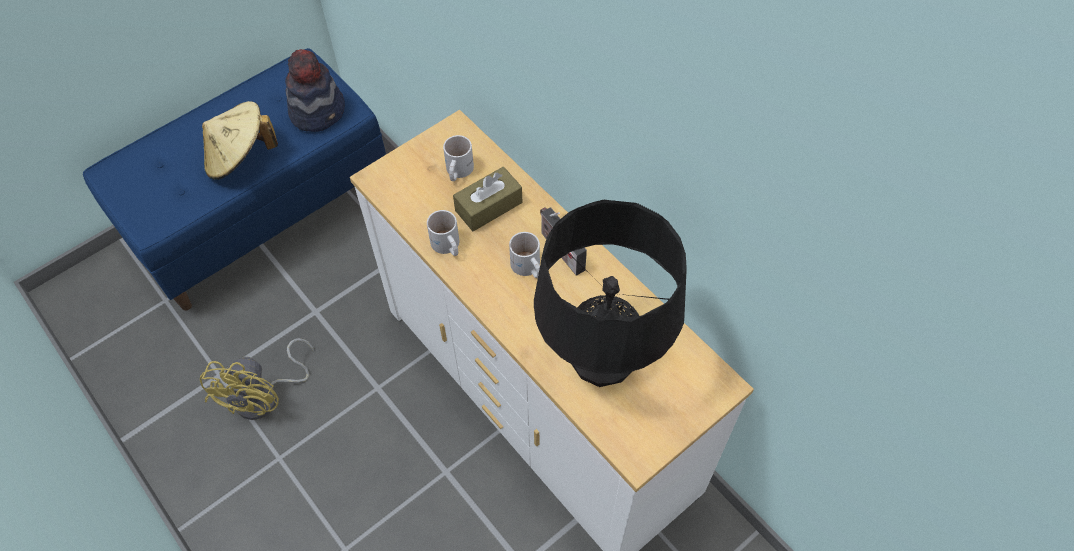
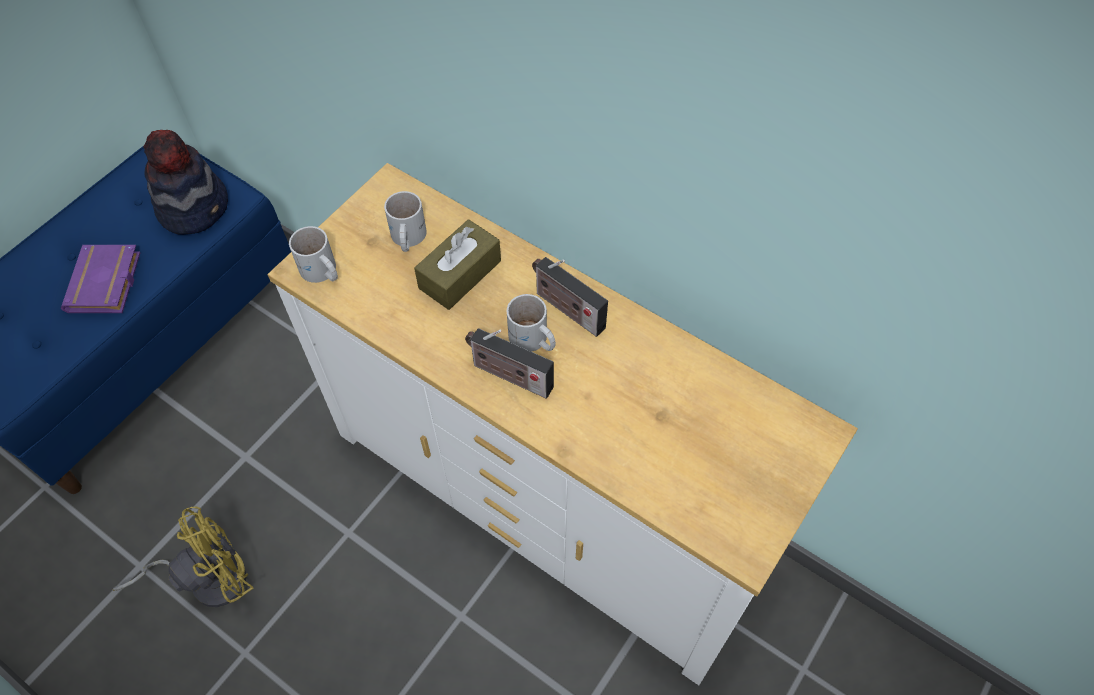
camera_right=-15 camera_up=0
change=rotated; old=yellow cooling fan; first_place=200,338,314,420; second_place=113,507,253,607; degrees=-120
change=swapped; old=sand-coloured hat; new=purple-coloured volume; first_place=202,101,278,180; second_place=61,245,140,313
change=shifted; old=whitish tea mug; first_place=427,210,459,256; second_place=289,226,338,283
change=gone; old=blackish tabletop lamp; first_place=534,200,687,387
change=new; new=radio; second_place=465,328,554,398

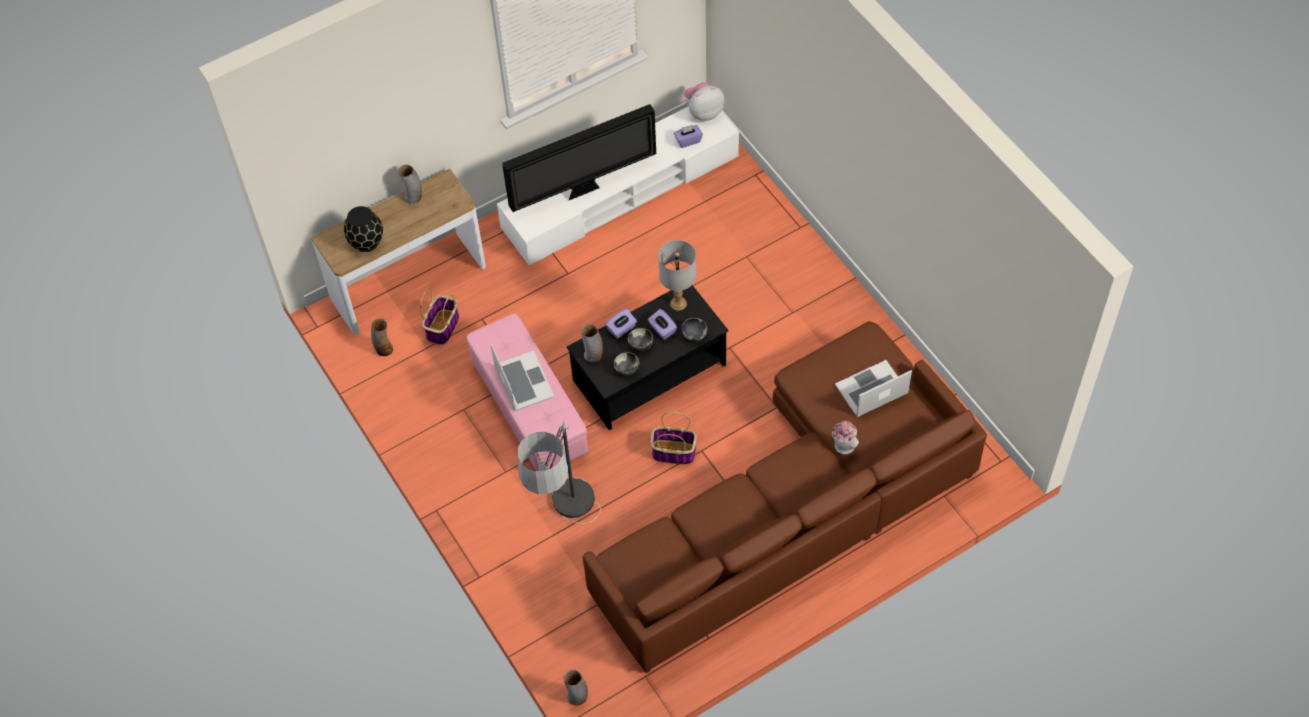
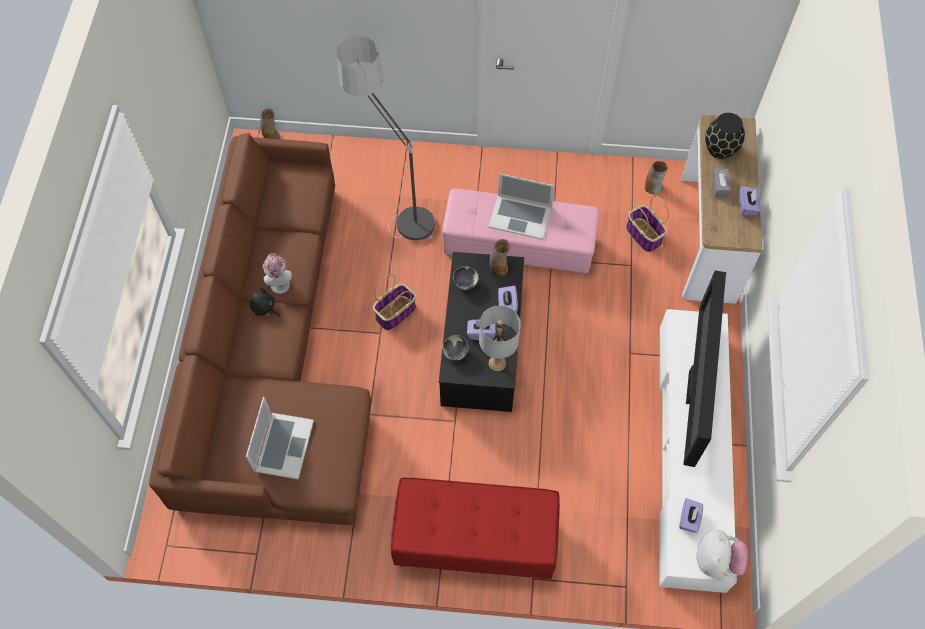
camera_right=125 camera_up=5
change=swapped; old=vase; new=purple-coloured tissue holder; first_place=398,165,422,204; second_place=739,186,761,215
change=gone; old=serving bowl; first_place=628,328,653,351
change=shifted; old=hat; first_place=832,420,859,454; second_place=263,253,292,294
change=new; new=blackish soft toy; second_place=249,288,280,317
change=new; new=reddish indoor bench; second_place=391,478,560,580
change=new; new=greyish tissue holder; second_place=712,168,731,197

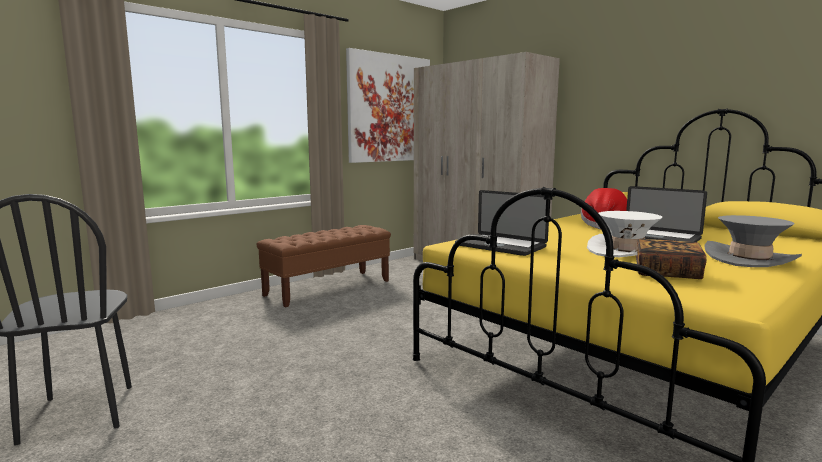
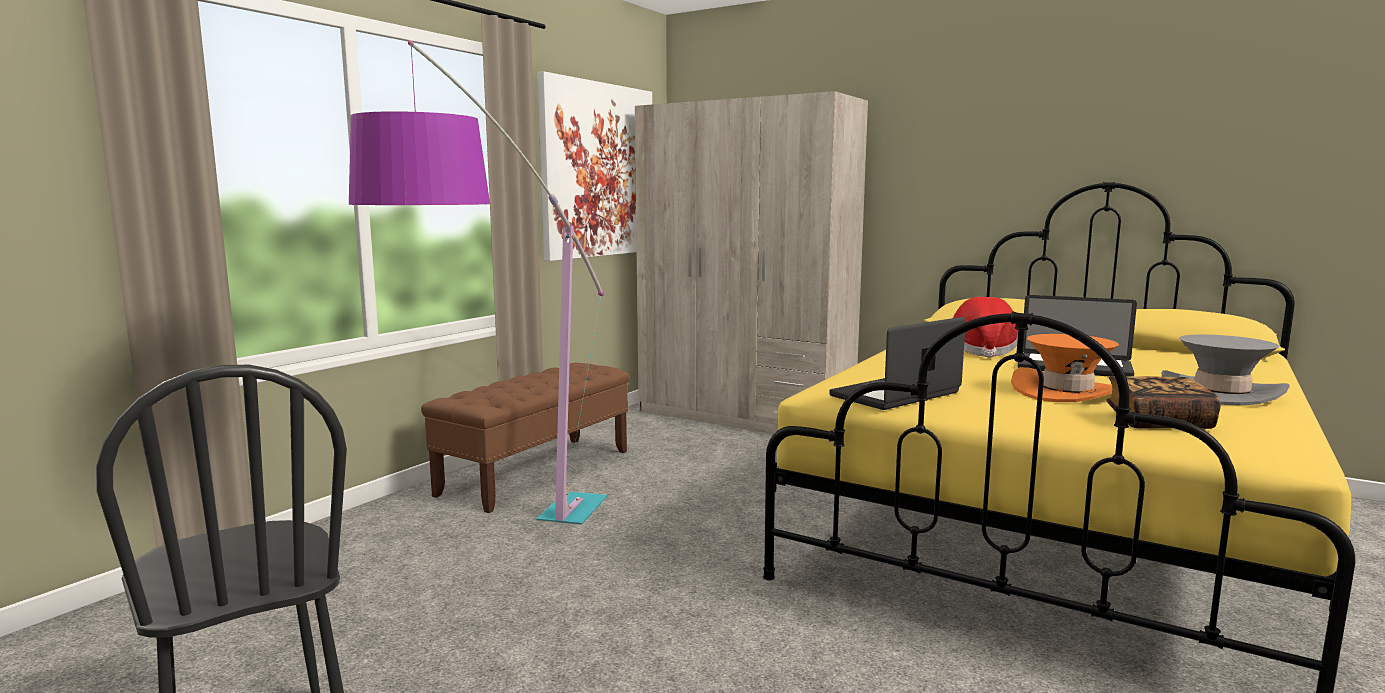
camera_right=-15 camera_up=0
change=rotated; old=laptop; first_place=455,190,549,256; second_place=829,317,966,410; degrees=120
change=repainted; old=whitish hat; new=orange hat; first_place=587,211,663,257; second_place=1011,334,1119,402
change=new; new=standard lamp; second_place=349,40,608,525

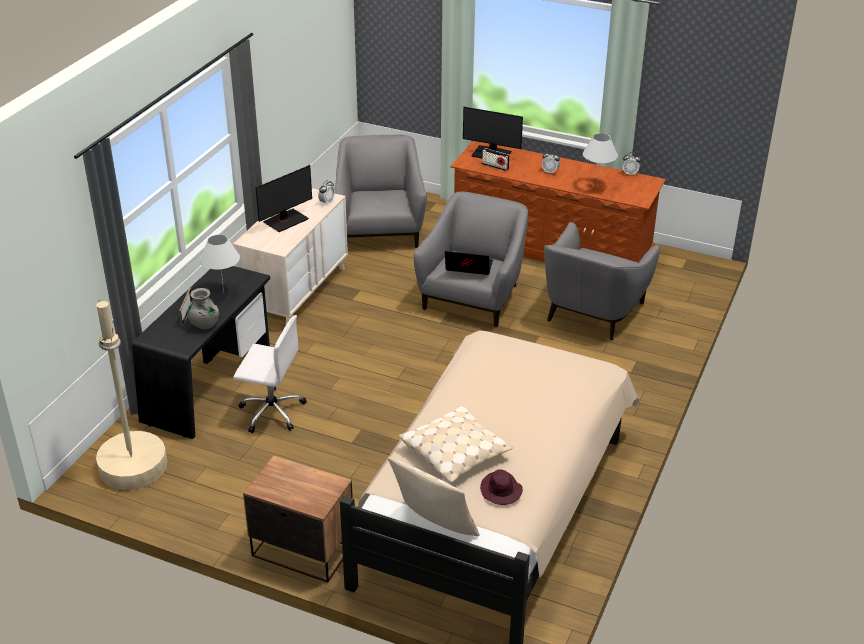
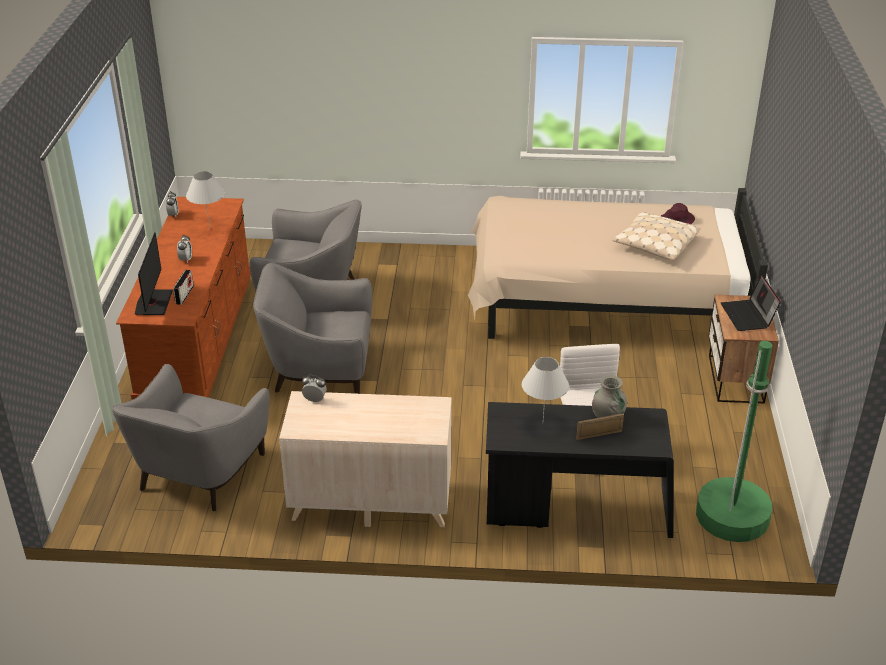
camera_right=-110 camera_up=0
change=repainted; old=sand-coloured standard lamp; new=green standard lamp; first_place=96,299,167,490; second_place=696,341,773,542
change=gone; old=computer display; first_place=255,165,312,232
change=rotated; old=greyish easy chair; first_place=335,135,427,248; second_place=112,364,270,511; degrees=-45
change=gone; old=sand-coloured cushion; first_place=388,457,480,536
change=shifted; old=laptop; first_place=445,251,493,275; second_place=721,274,781,331

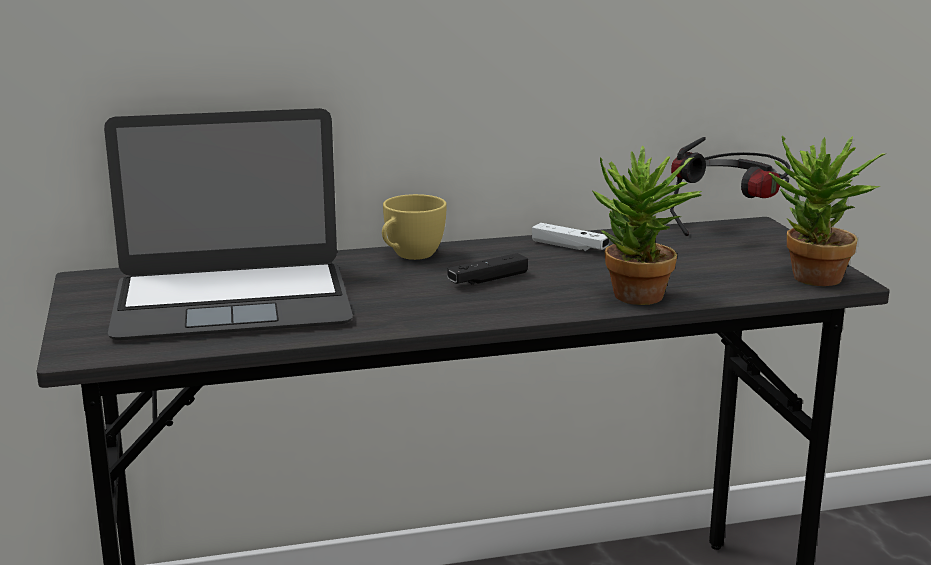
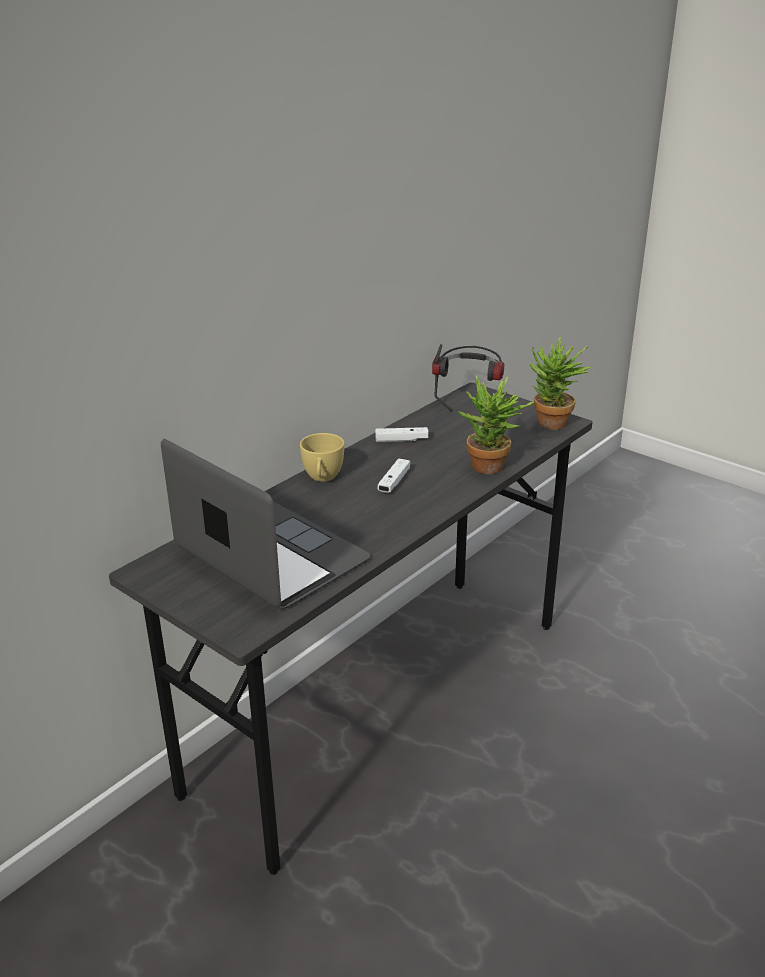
camera_right=-35 camera_up=10
change=rotated; old=laptop; first_place=104,108,353,340; second_place=161,439,370,609; degrees=-90
change=repainted; old=blackish game controller; new=whitish game controller; first_place=447,253,528,285; second_place=378,458,410,493

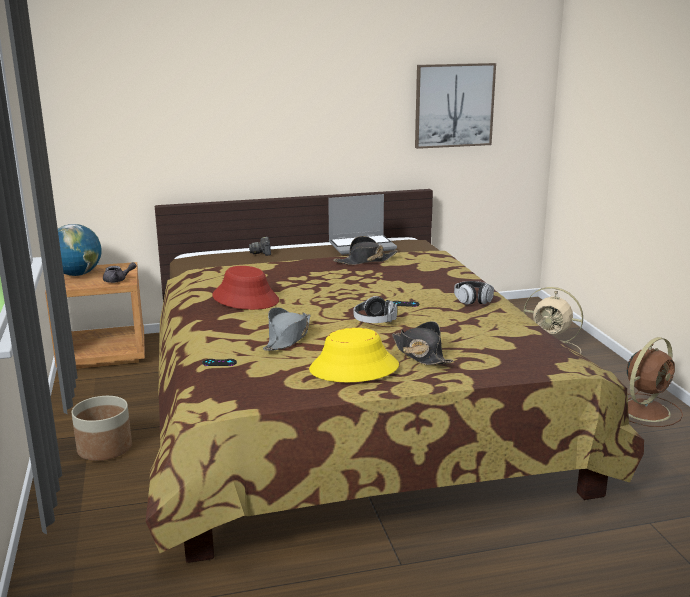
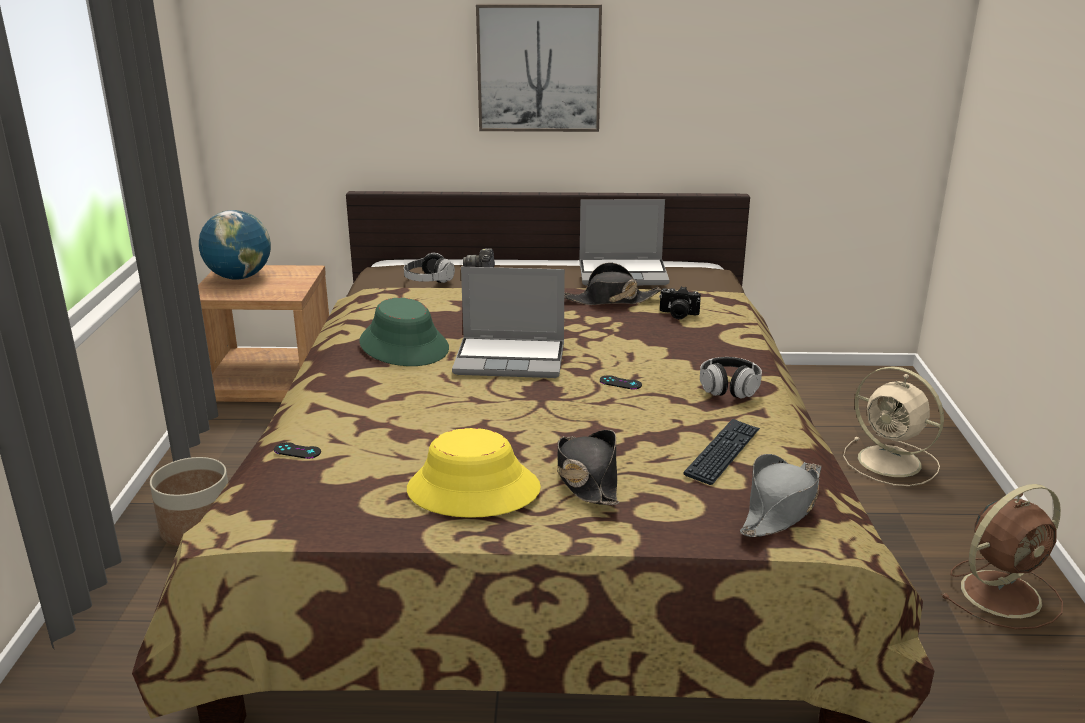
camera_right=15 camera_up=5
change=gone; old=greyish teapot; first_place=103,262,136,283
change=repainted; old=reddish hat; new=green hat; first_place=212,266,279,310; second_place=359,298,449,366
change=shifted; old=greyish hat; first_place=263,307,311,351; second_place=740,454,821,537
change=shifted; old=pair of headphones; first_place=354,296,397,323; second_place=404,253,455,283
change=shifted; old=picture; first_place=415,63,496,149; second_place=476,4,602,132
change=new; new=laptop; second_place=452,267,565,378
change=new; new=still camera; second_place=659,286,701,319
change=new; new=keyboard; second_place=683,419,760,485

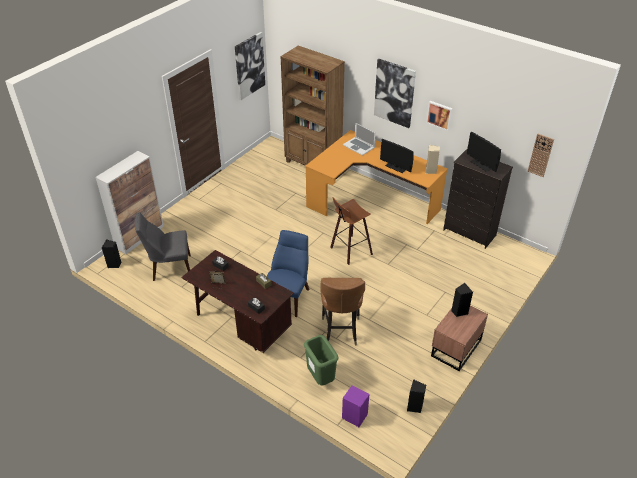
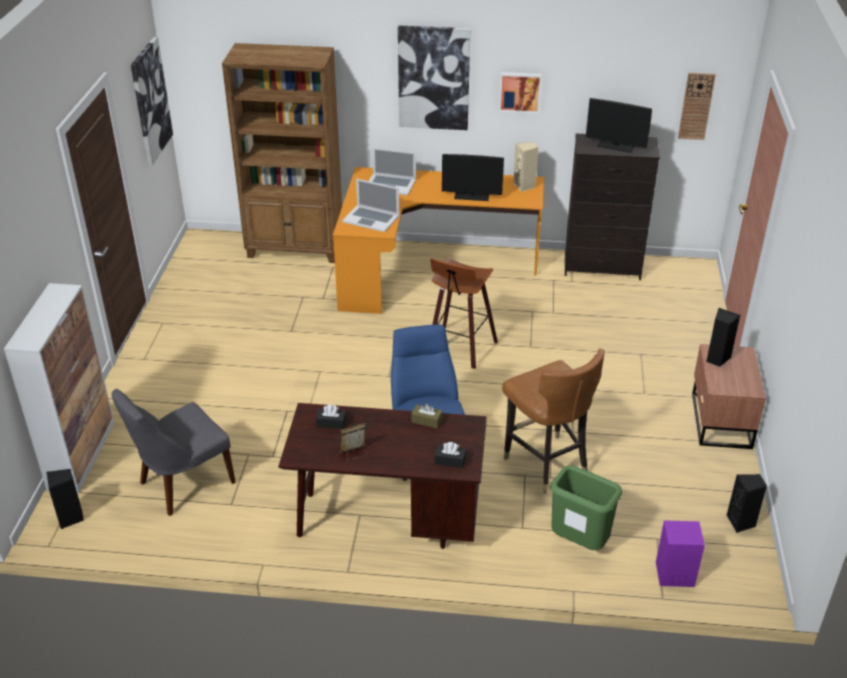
camera_right=-30 camera_up=-5
change=new; new=laptop; second_place=342,178,399,232

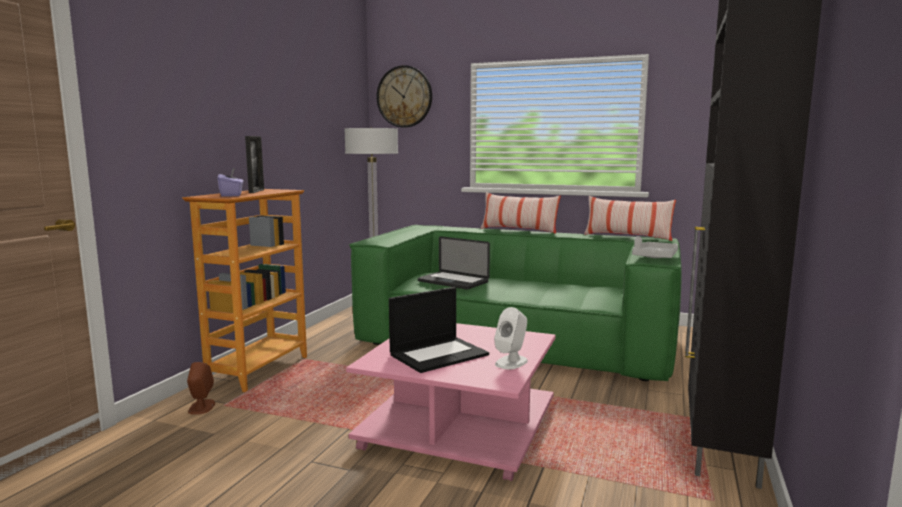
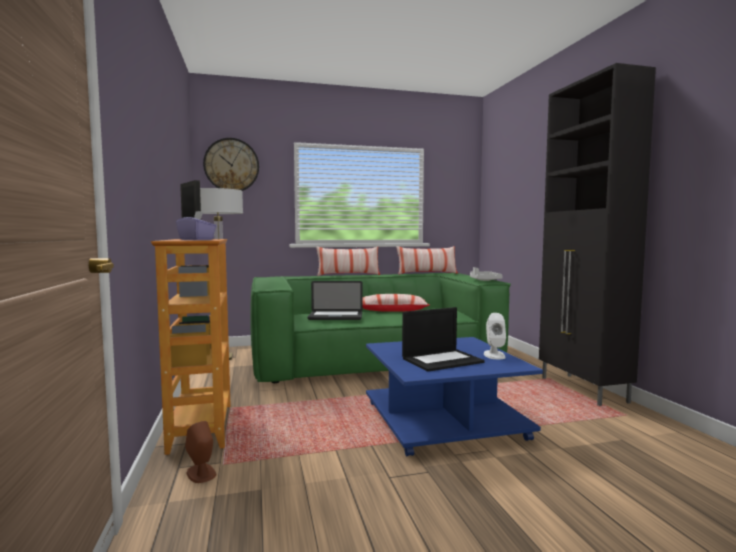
camera_right=-35 camera_up=-5
change=repainted; old=pink lounge table; new=blue lounge table; first_place=346,323,556,481; second_place=366,337,543,456
change=rotated; old=laptop; first_place=389,287,489,373; second_place=402,307,485,372; degrees=45
change=new; new=cushion; second_place=363,294,429,312

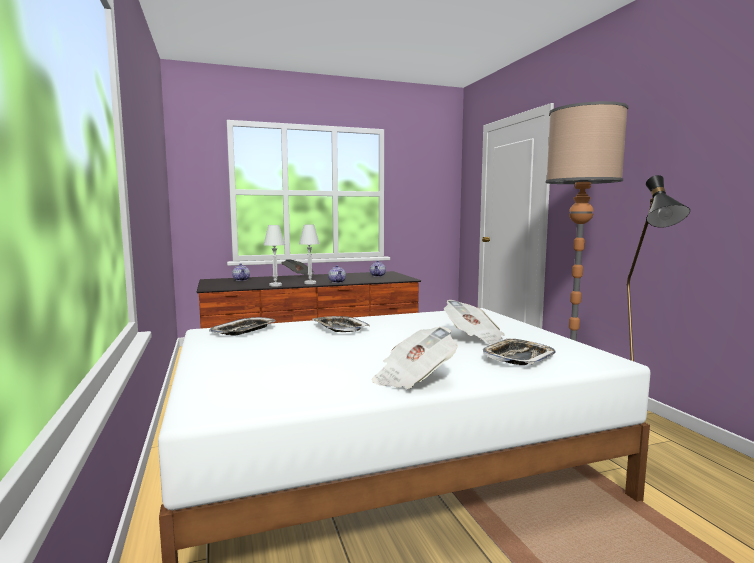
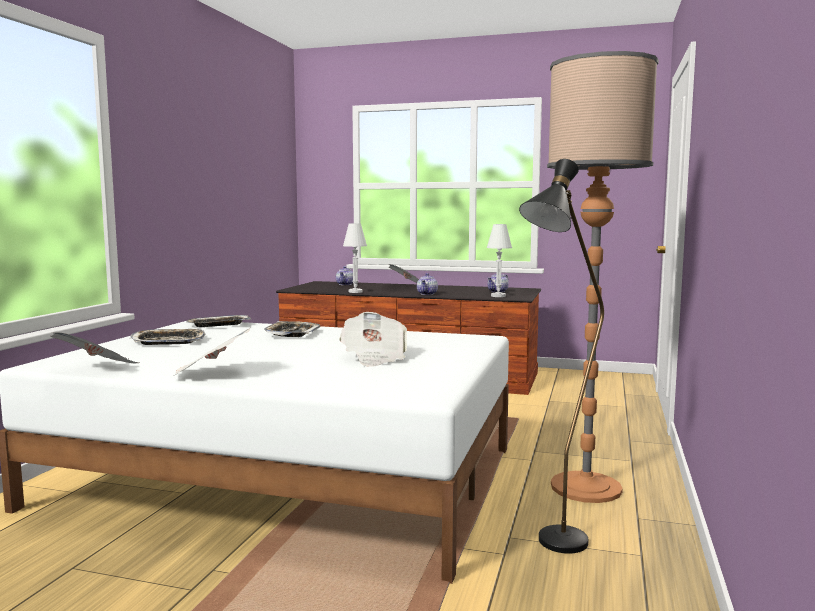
camera_right=35 camera_up=0
change=shifted; old=whitish tabletop lamp; first_place=299,225,320,284; second_place=487,224,512,297
change=shifted; old=tray; first_place=483,338,555,365; second_place=130,328,205,345
change=new; new=daily paper; second_place=50,332,139,363

